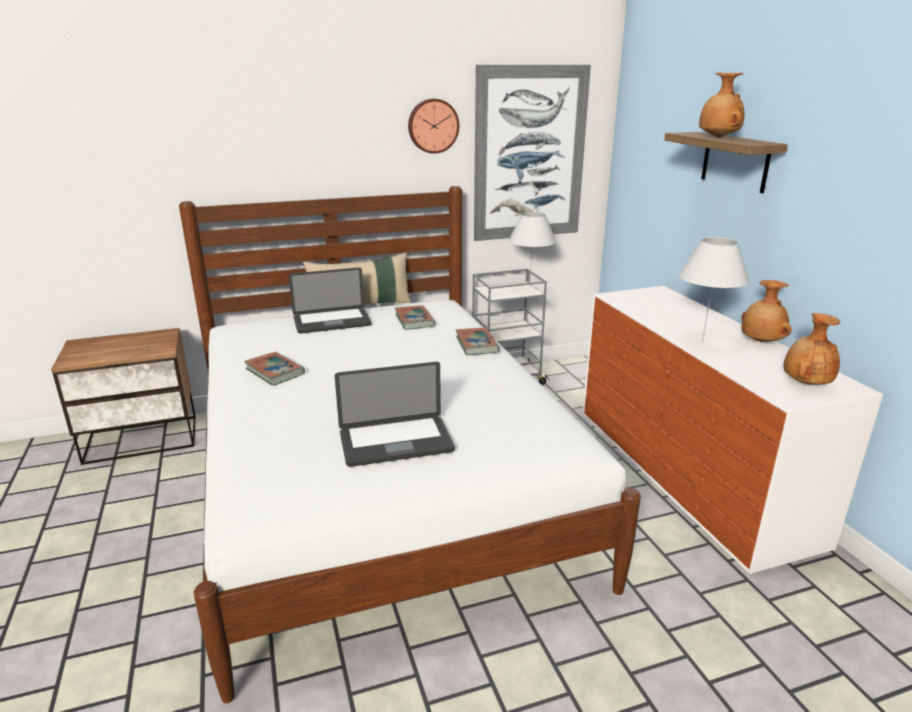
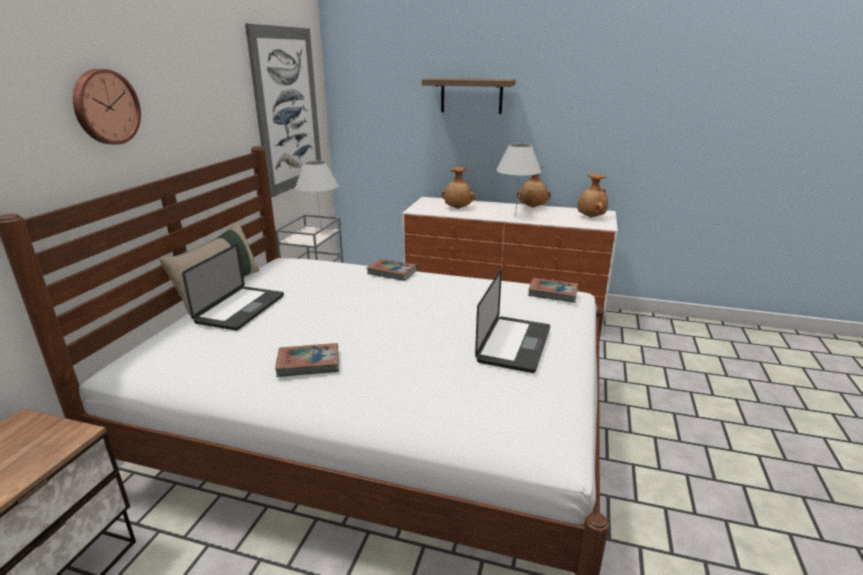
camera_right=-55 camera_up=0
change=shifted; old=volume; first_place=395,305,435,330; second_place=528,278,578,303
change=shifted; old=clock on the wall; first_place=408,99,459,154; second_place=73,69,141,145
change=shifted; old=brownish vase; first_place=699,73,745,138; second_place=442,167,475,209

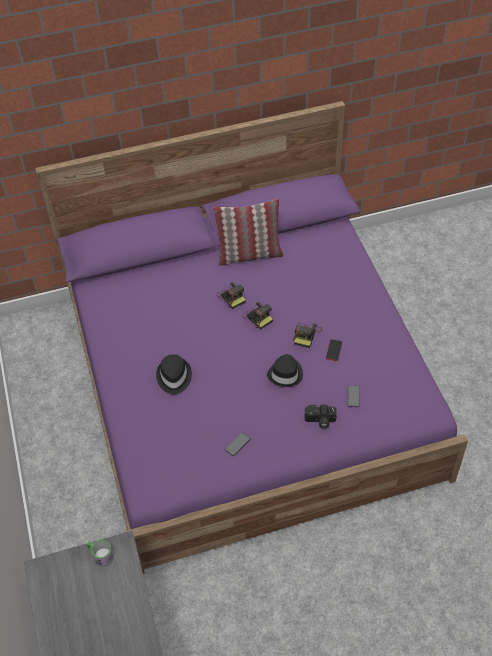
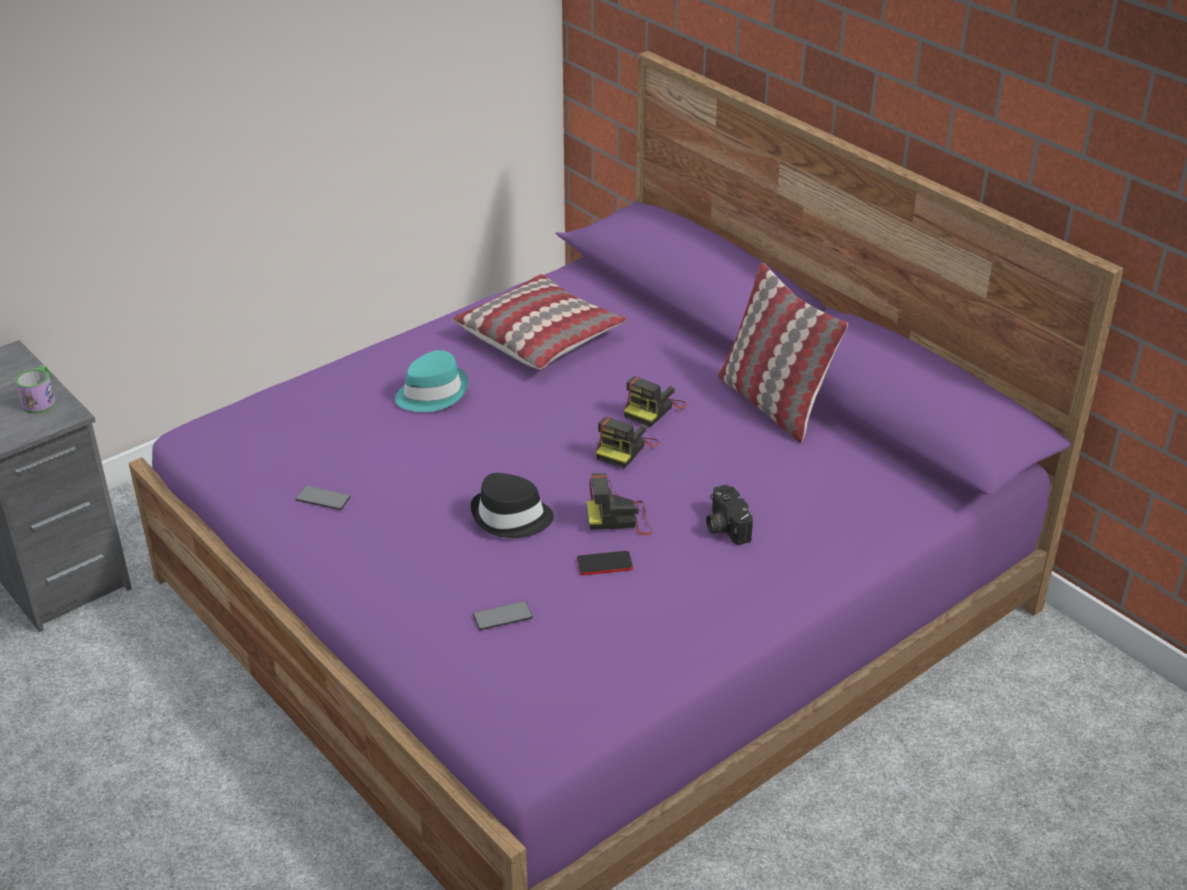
camera_right=65 camera_up=-15
change=repainted; old=blackish hat; new=turquoise-coloured hat; first_place=156,354,192,395; second_place=395,350,468,412
change=shifted; old=still camera; first_place=304,405,337,429; second_place=706,485,753,545
change=new; new=cushion; second_place=452,274,627,370

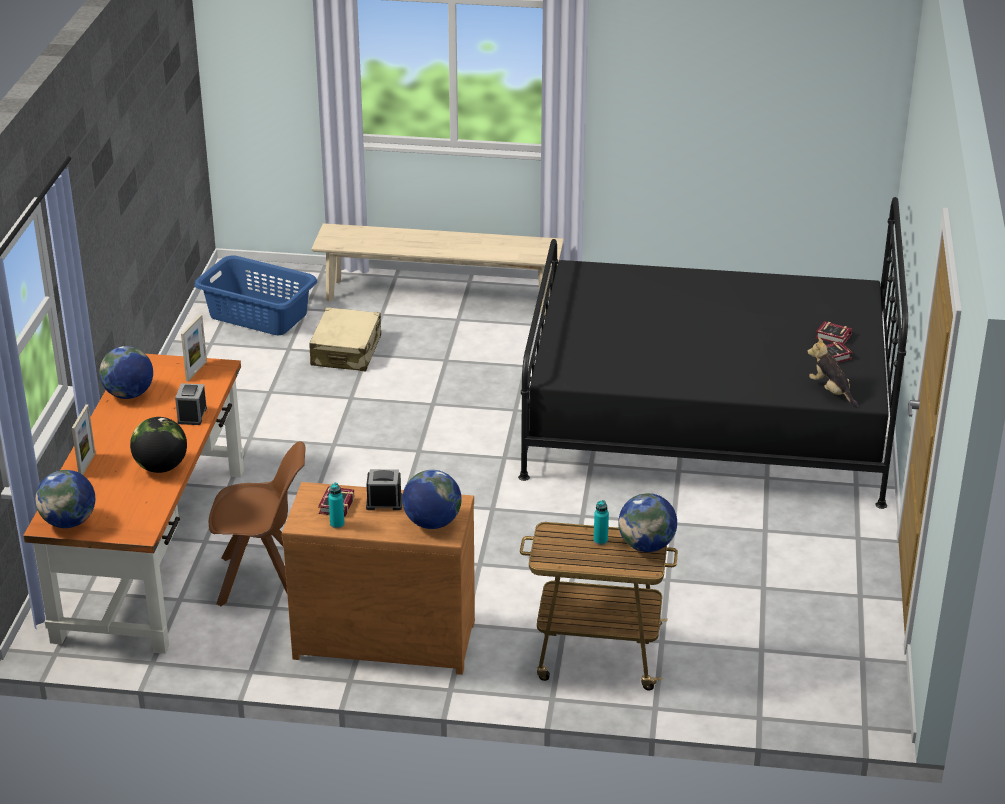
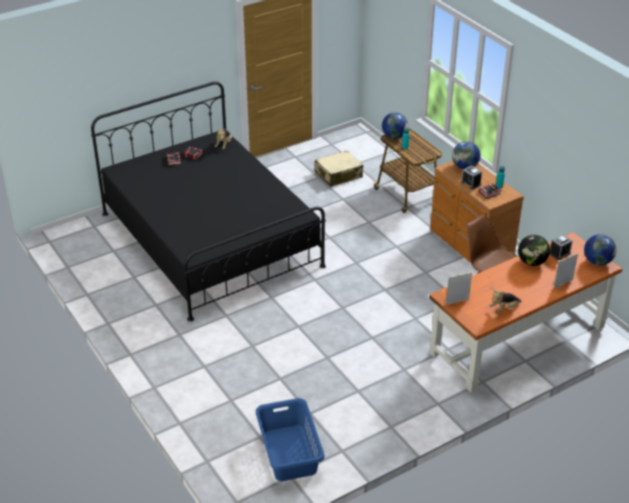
camera_right=-130 camera_up=5
change=swapped; old=world globe; new=soft toy; first_place=99,346,153,399; second_place=489,290,522,314
change=shifted; old=table clock; first_place=175,383,207,425; second_place=550,234,573,260
change=shifted; old=sand-coloured travel case; first_place=309,307,381,371; second_place=315,151,363,187
change=gone; old=sand-coloured indoor bench; first_place=311,223,564,316

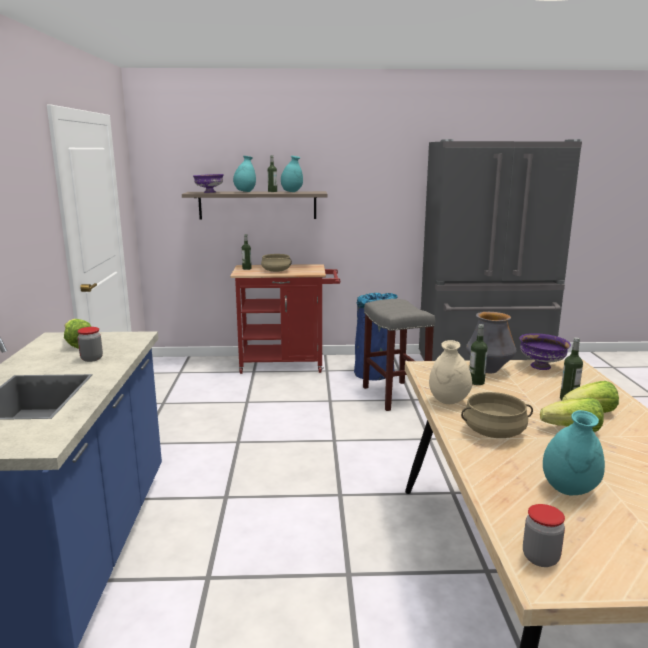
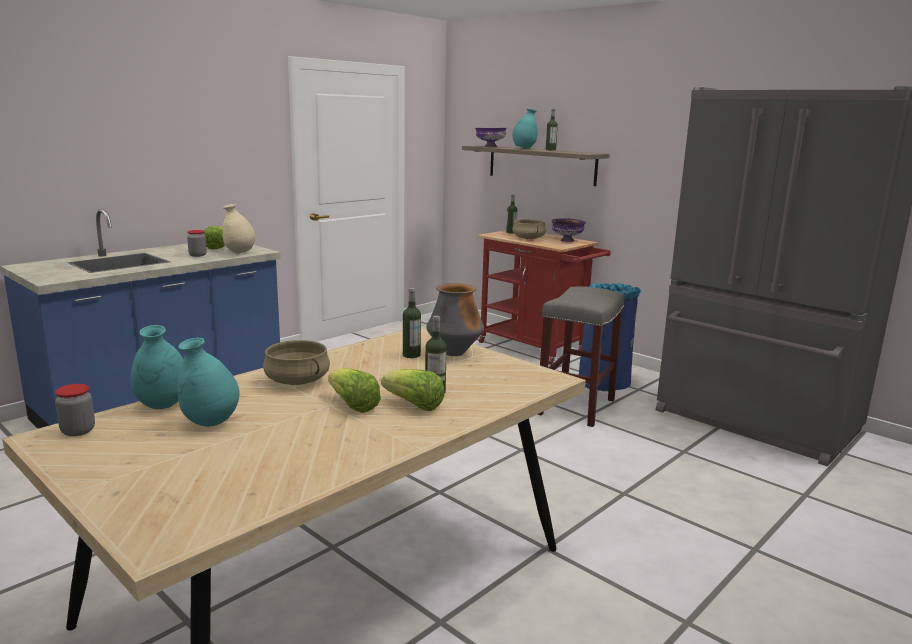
camera_right=45 camera_up=0
change=shifted; old=turquoise-coloured vase; first_place=281,156,303,192; second_place=131,325,184,409
change=shifted; old=sand-coloured vase; first_place=429,340,472,404; second_place=222,204,255,253
change=shifted; old=purple-coloured serving bowl; first_place=519,333,571,370; second_place=552,218,586,242

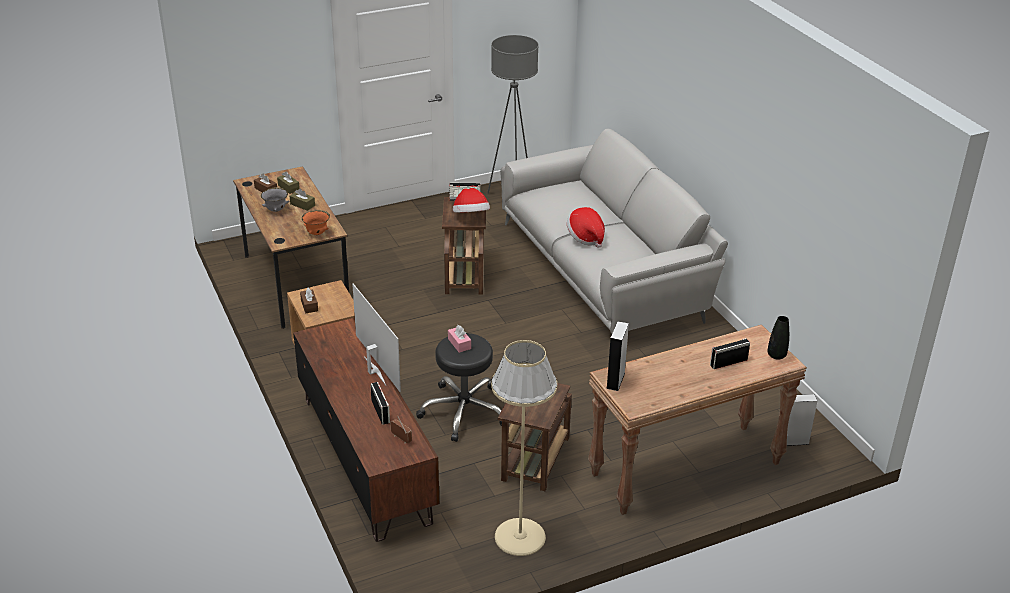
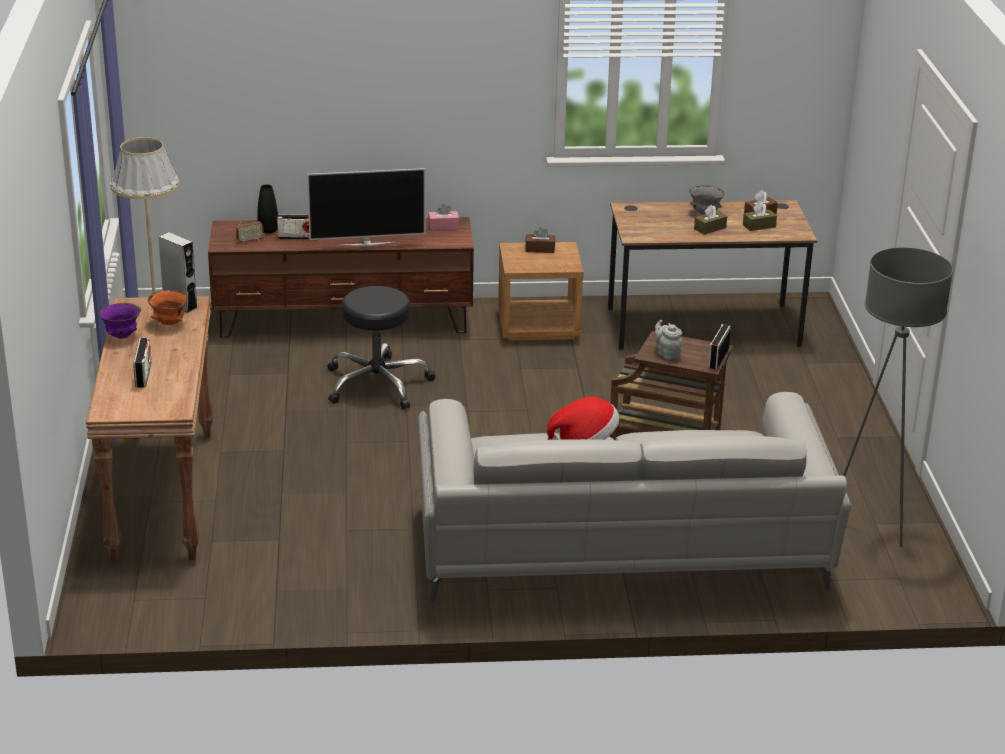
camera_right=110 camera_up=-5
change=shifted; old=orange serving bowl; first_place=302,210,330,235; second_place=148,290,188,325
change=shifted; old=pink tissue holder; first_place=448,325,471,353; second_place=428,204,459,230
change=swapped; old=hat; new=greyish teapot; first_place=453,188,490,212; second_place=655,320,682,360
change=gone; old=brownish side table; first_place=498,383,572,491
change=shifted; old=blackish vase; first_place=767,316,789,360; second_place=257,184,278,234
change=gone; old=greyish speaker; first_place=787,394,817,446
change=new; new=purple-coloured serving bowl; second_place=99,303,141,339

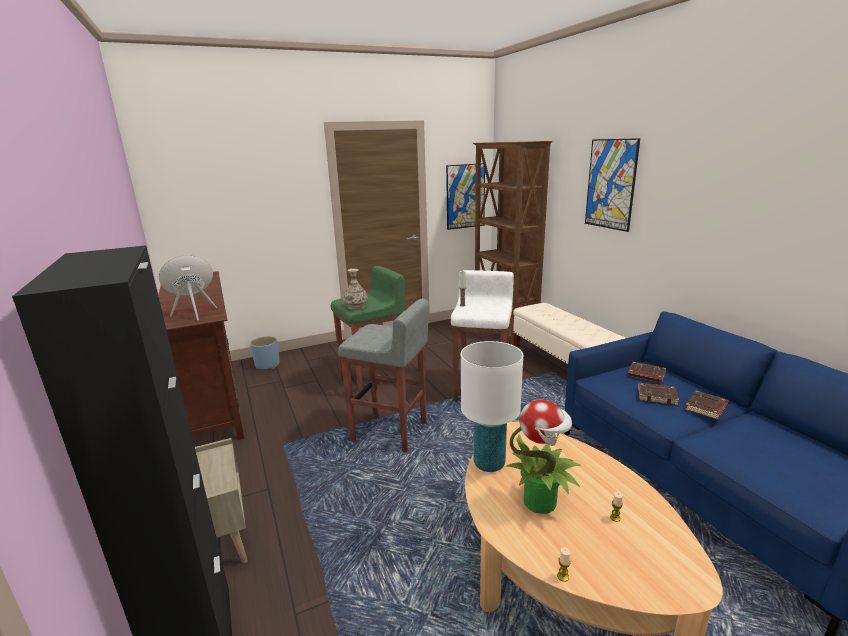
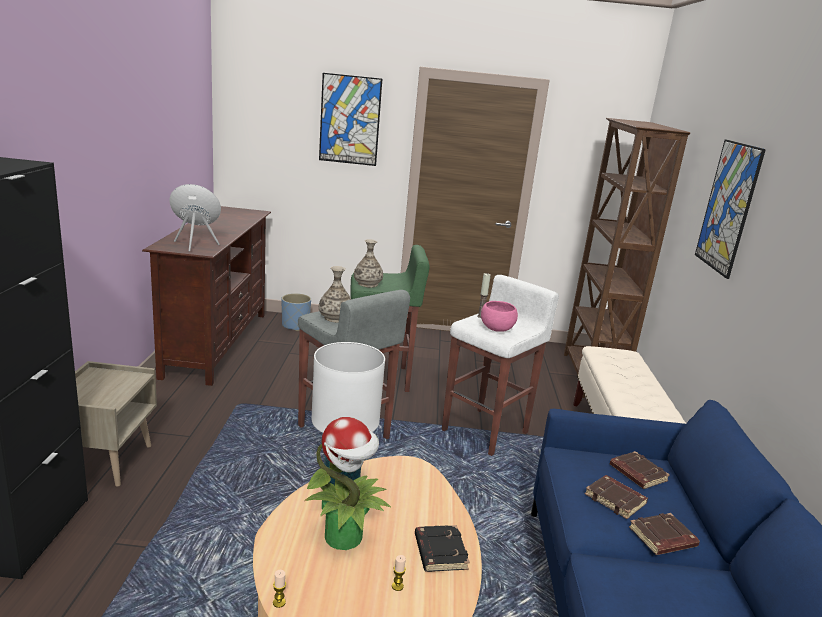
camera_right=25 camera_up=0
change=shifted; old=picture; first_place=446,163,485,230; second_place=319,73,382,166
change=new; new=vase; second_place=319,266,351,322
change=new; new=blackish volume; second_place=415,525,470,572
change=new; new=pink serving bowl; second_place=481,301,518,332

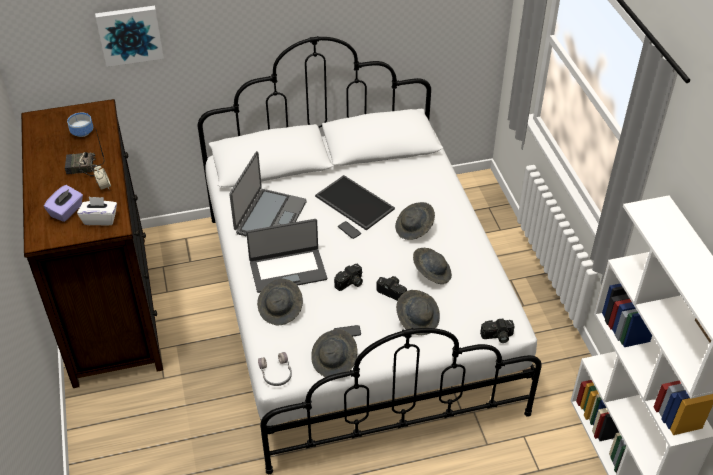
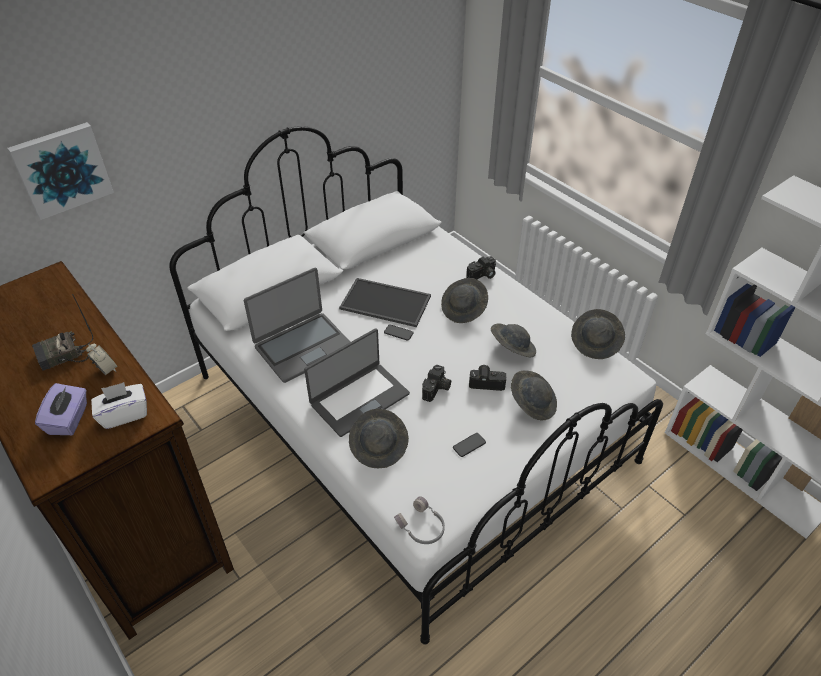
camera_right=-25 camera_up=0
change=gone; old=serving bowl; first_place=67,112,93,137
change=rotated; old=laptop; first_place=229,151,307,237; second_place=244,268,350,383; degrees=60
change=shifted; old=greyish hat; first_place=311,329,358,377; second_place=571,309,625,359
change=shifted; old=still camera; first_place=480,318,515,343; second_place=466,256,496,279

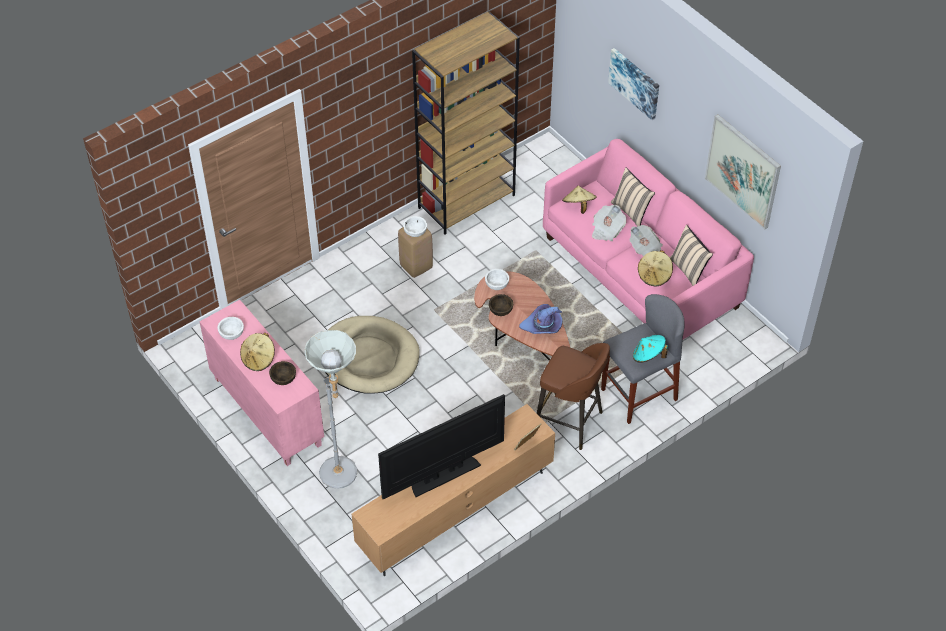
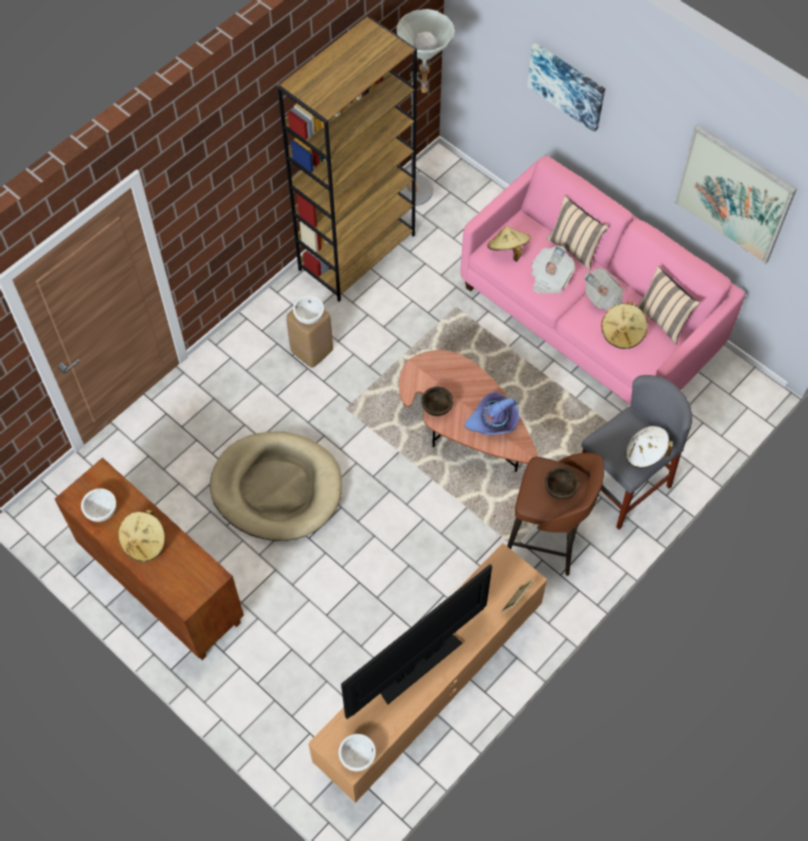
camera_right=-10 camera_up=10
change=repainted; old=pink cabinet; new=brownish cabinet; first_place=200,300,324,466; second_place=55,458,244,660
change=shifted; old=brownish serving bowl; first_place=269,361,296,385; second_place=545,467,579,500
change=shifted; old=greyish standard lamp; first_place=304,330,357,489; second_place=397,9,455,206
change=shifted; old=whitish serving bowl; first_place=485,269,509,290; second_place=339,734,376,771
change=repainted; old=turquoise-coloured hat; new=whitish hat; first_place=633,335,668,363; second_place=625,426,673,468

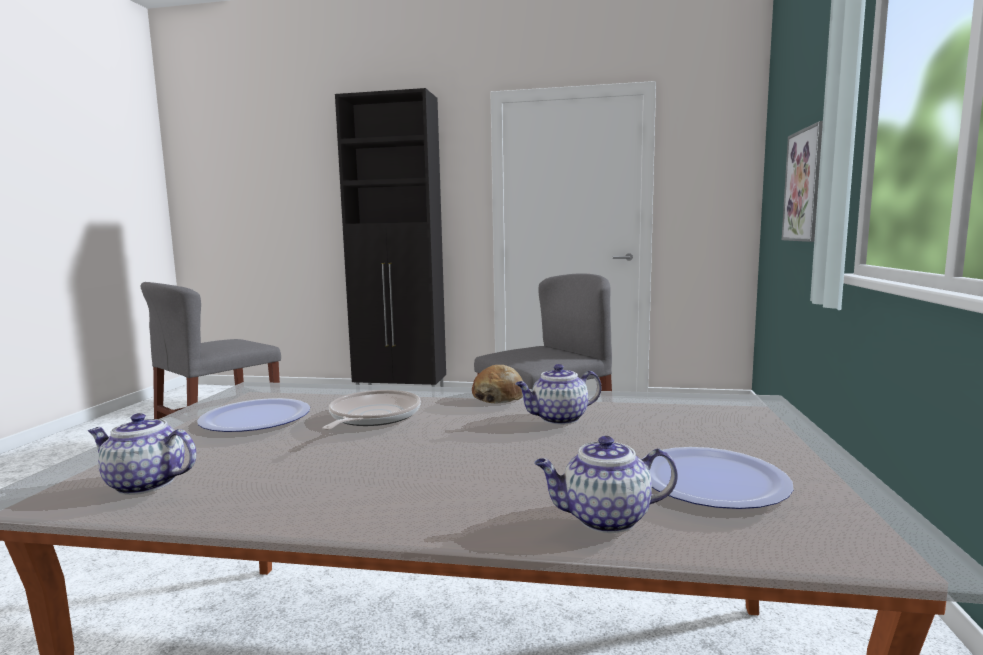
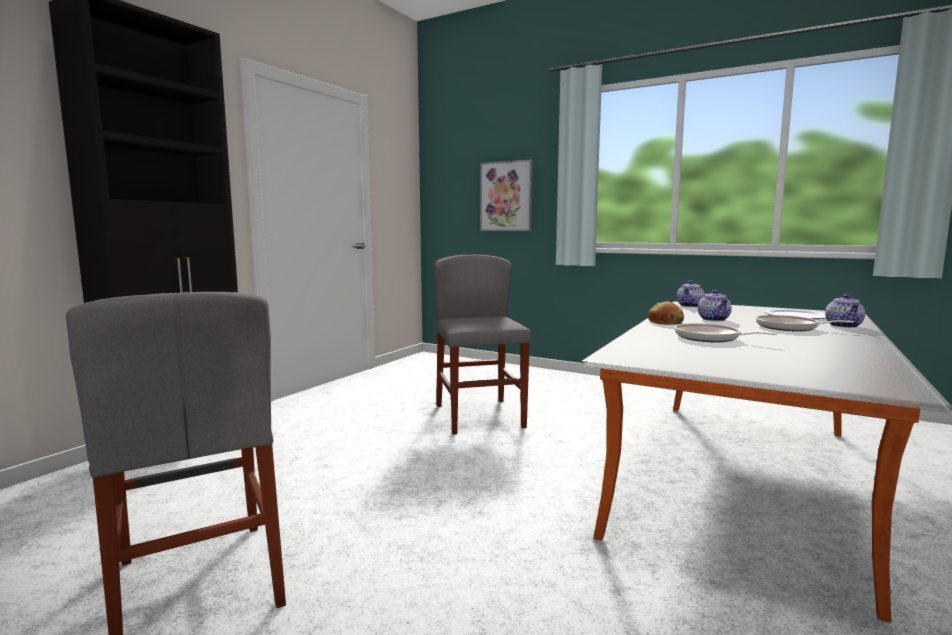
camera_right=-70 camera_up=0
change=shifted; old=teapot; first_place=88,413,196,495; second_place=677,281,705,307
change=gone; old=plate; first_place=197,398,310,432
change=new; new=frying pan; second_place=756,315,854,331

